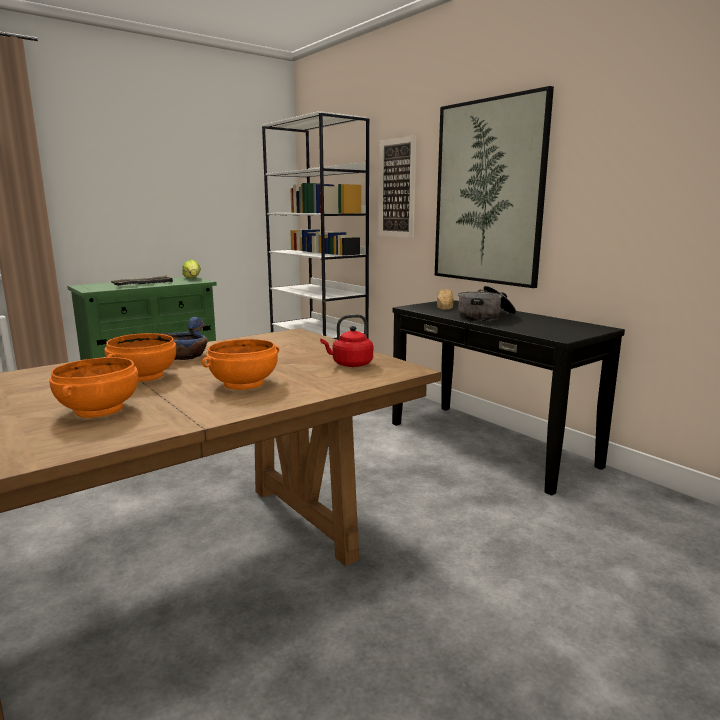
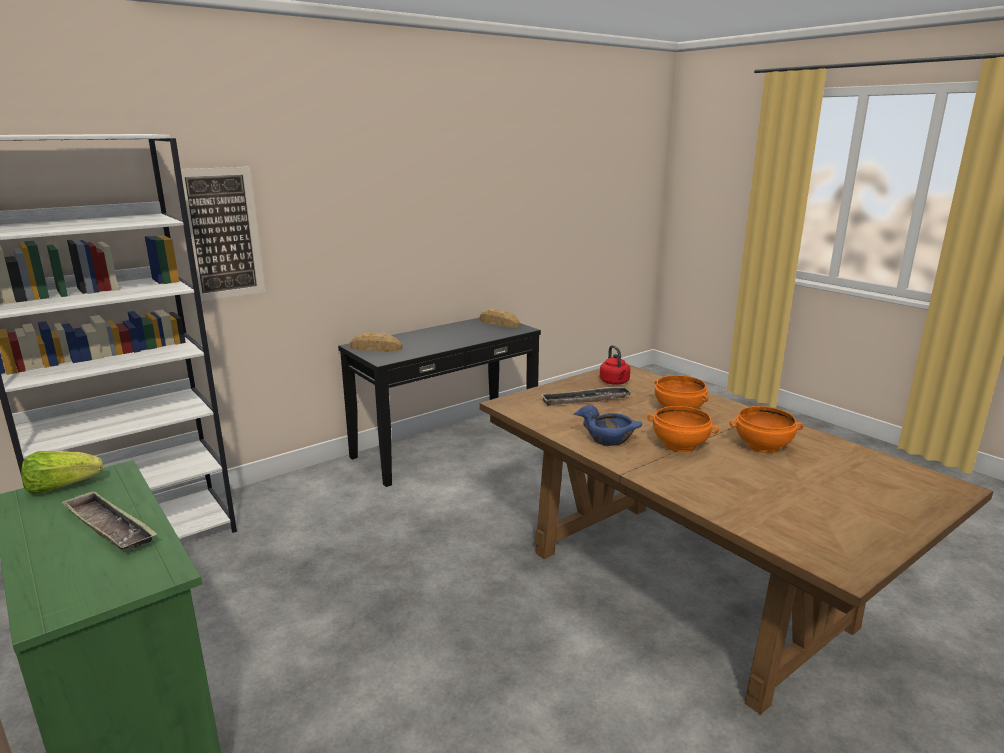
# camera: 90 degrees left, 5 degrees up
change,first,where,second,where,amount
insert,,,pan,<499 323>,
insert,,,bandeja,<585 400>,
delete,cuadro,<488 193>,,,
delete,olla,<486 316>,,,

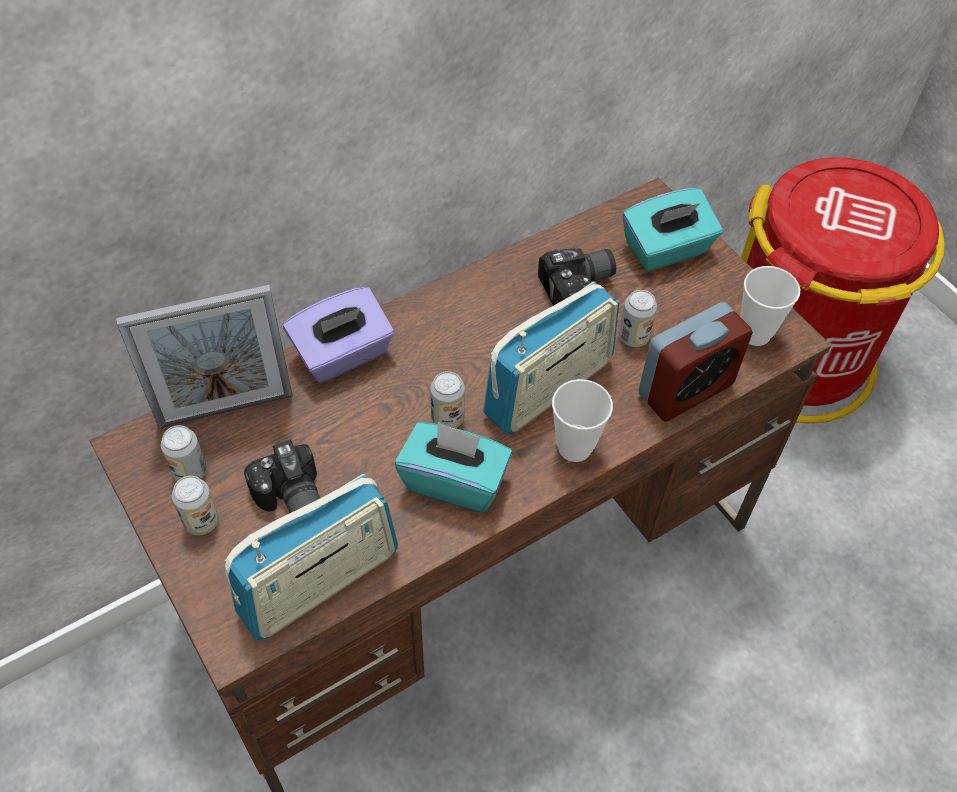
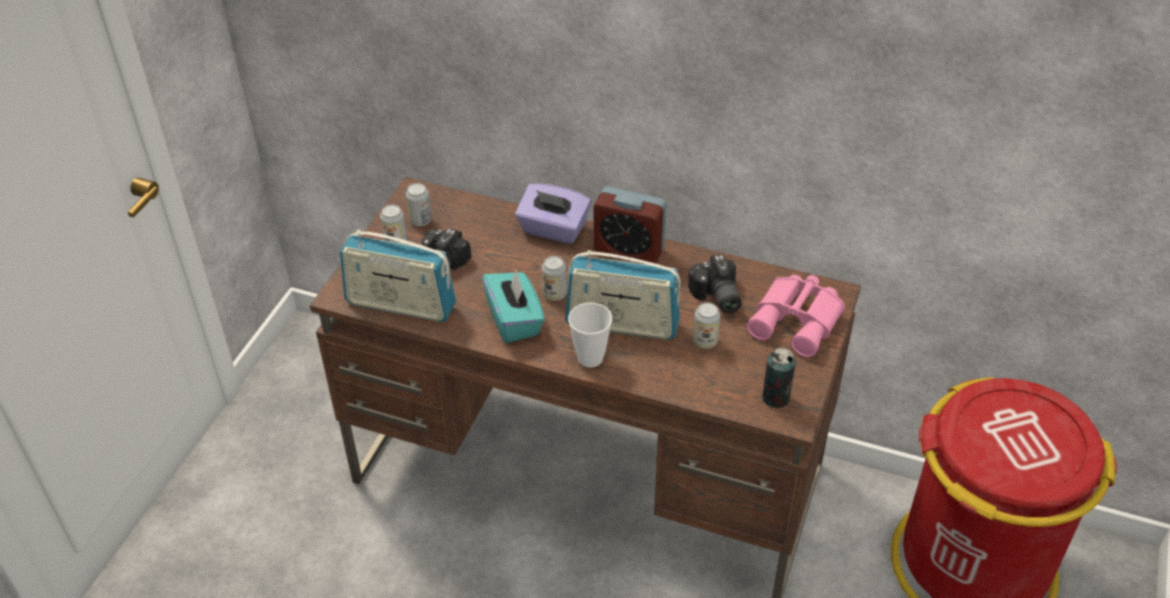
# camera: 55 degrees right, 10 degrees down
change,first,where,second,where,amount
move,despertador,<685 390>,,<628 251>,
rotate,cámara,<579 288>,,<716 297>,45 degrees clockwise
replace,caja de pañuelos [turquesa],<667 249>,prismáticos [rosa],<798 321>,
replace,taza,<755 333>,lata,<775 398>,
delete,portarretratos,<225 409>,,,

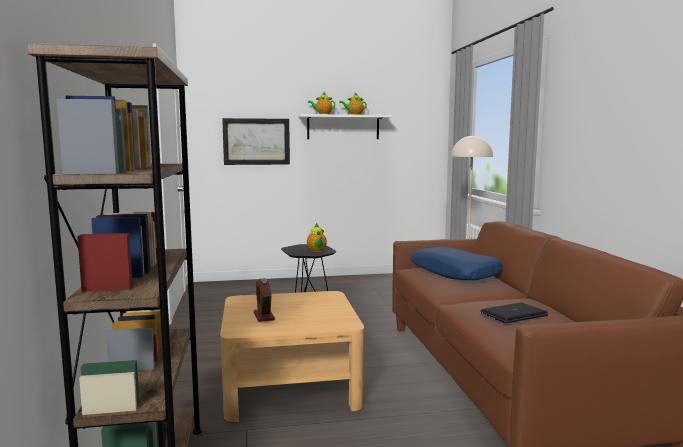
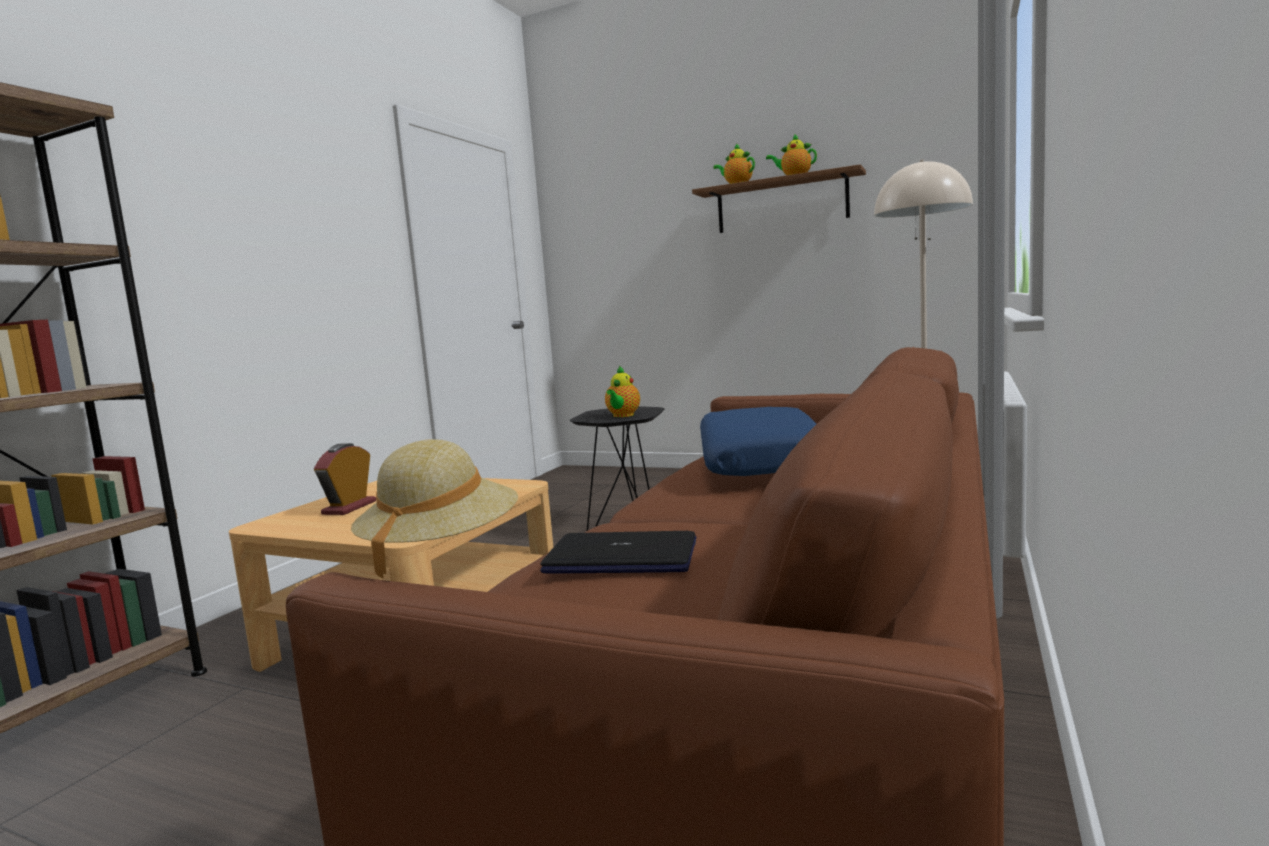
# camera: 35 degrees right, 0 degrees up
change,first,where,second,where,amount
insert,,,sombrero [beis],<441 549>,
recolor,estante [blanco],<343 127>,estante [marrón],<781 204>,
delete,cuadro,<256 141>,,,

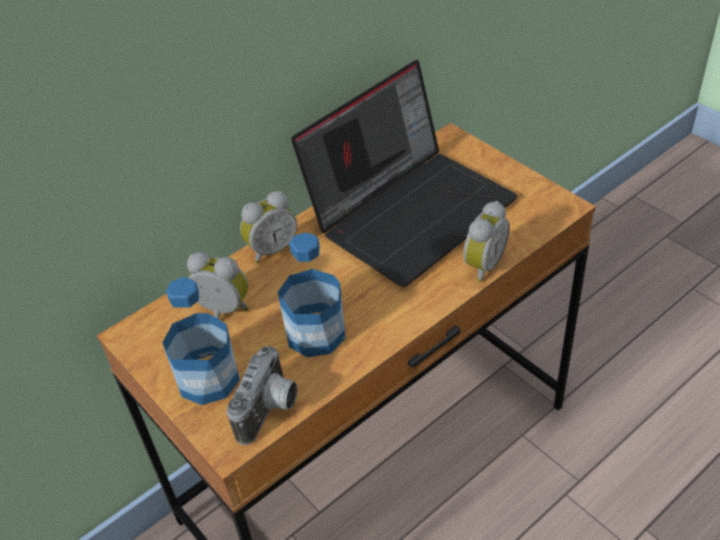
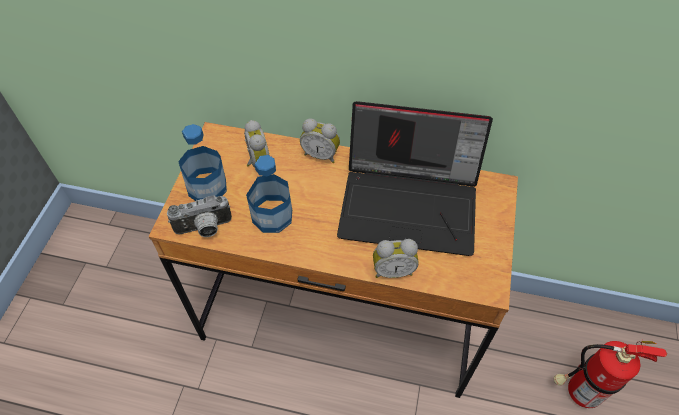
# camera: 50 degrees right, 10 degrees up
change,first,where,second,where,amount
insert,,,extintor,<578 392>,

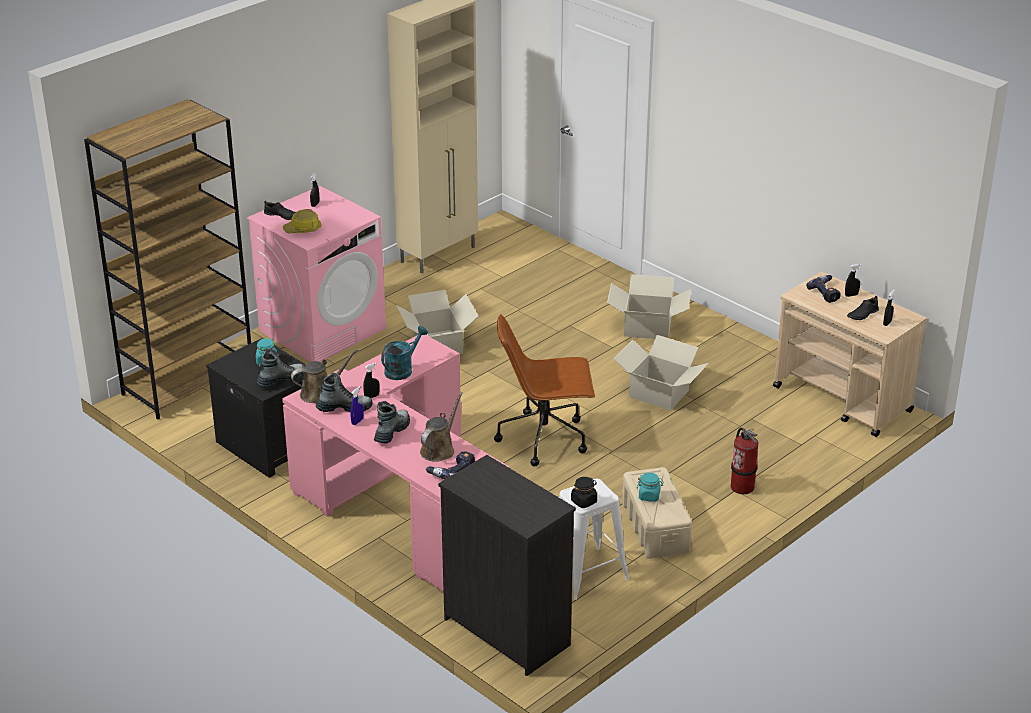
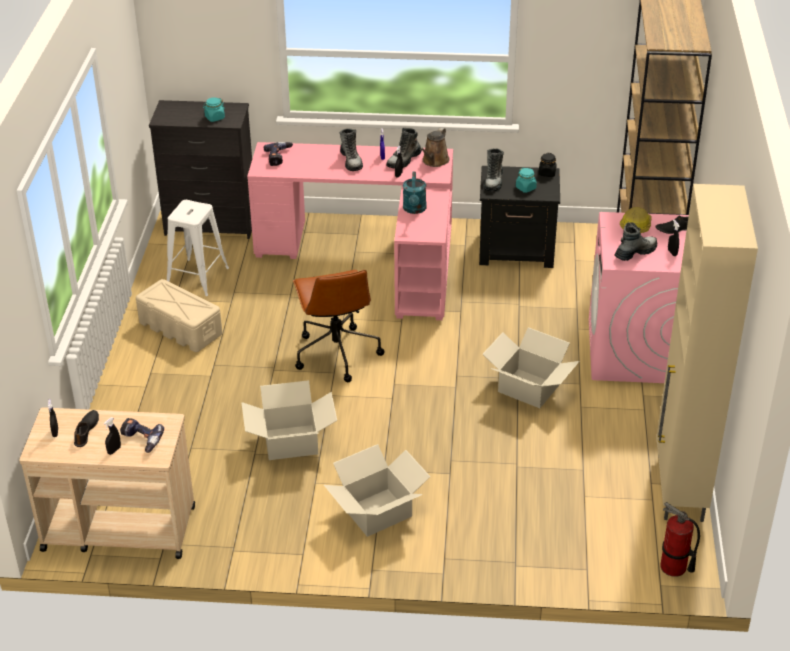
# camera: 140 degrees right, 5 degrees up
change,first,where,second,where,amount
move,tarro [turquesa],<649 496>,,<214 118>,
rotate,silla de oficina [marrón],<545 438>,,<336 353>,120 degrees clockwise
move,tarro [negro],<584 501>,,<547 173>,
insert,,,bota,<635 253>,
move,extintor,<742 487>,,<673 567>,
delete,regadera [marrón],<439 449>,,,

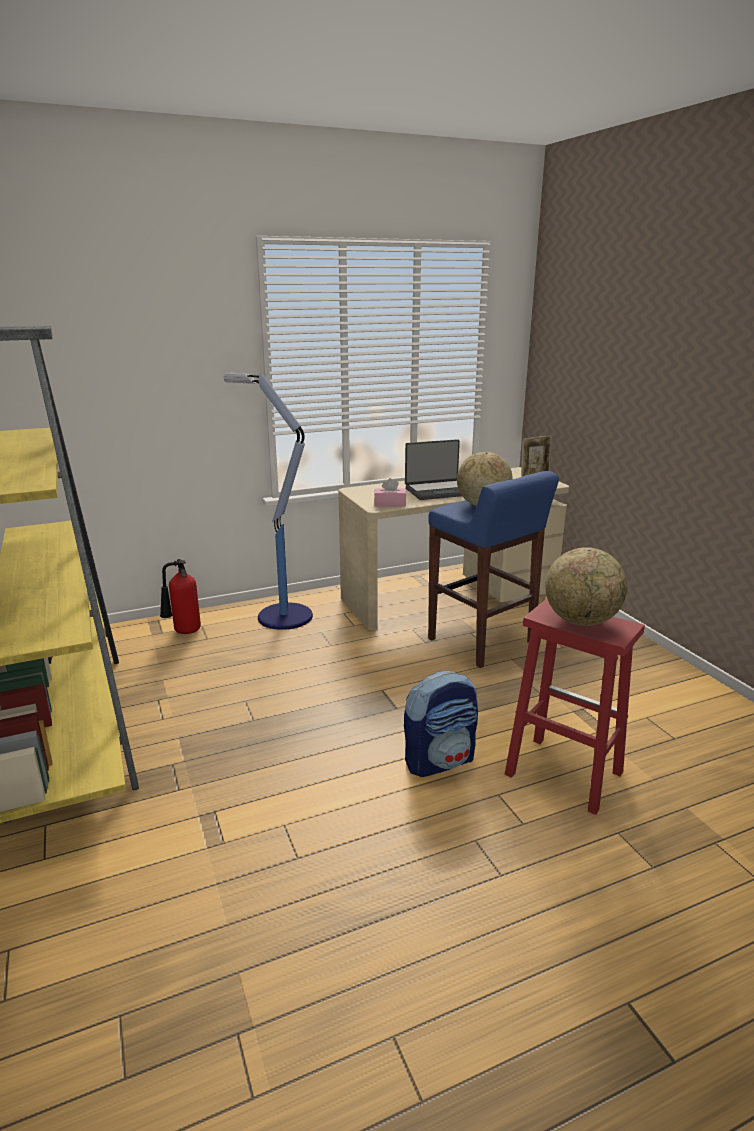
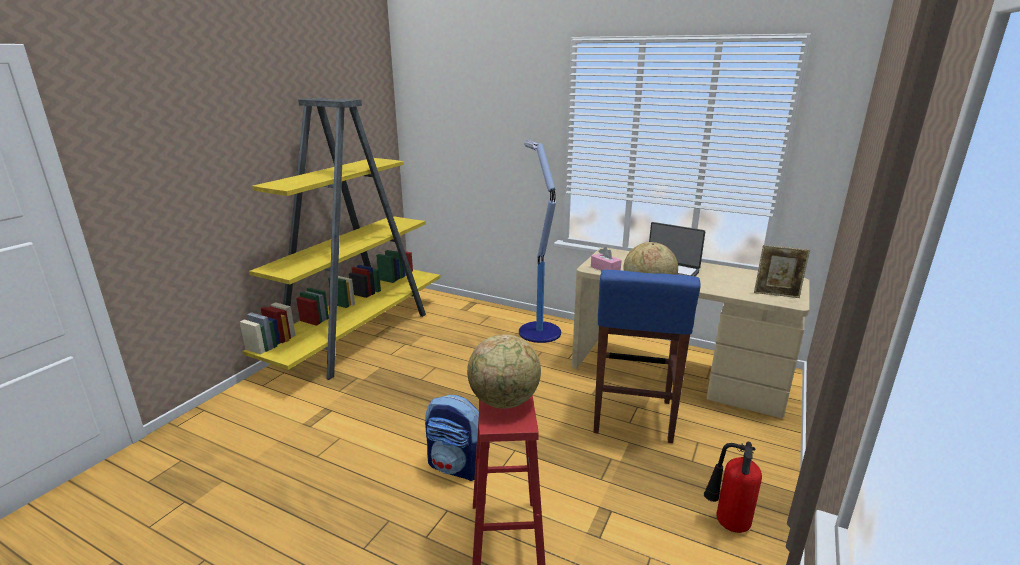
# camera: 50 degrees right, 0 degrees up
change,first,where,second,where,amount
move,extintor,<184 632>,,<727 523>,

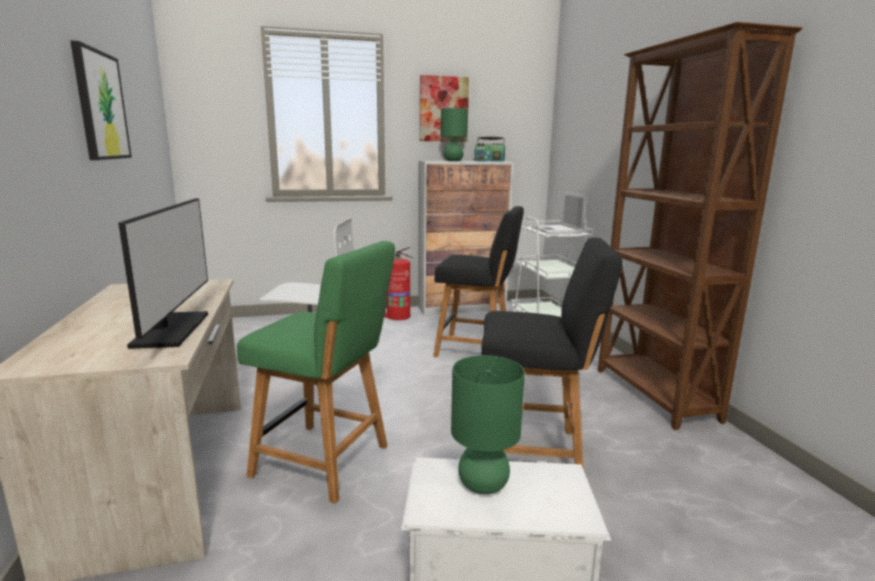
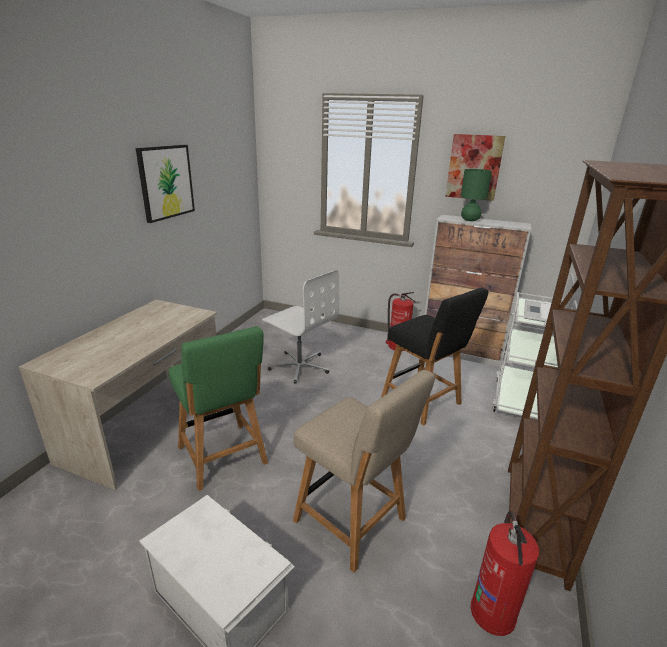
# camera: 35 degrees right, 10 degrees up
change,first,where,second,where,amount
recolor,silla [negro],<535 453>,silla [beis],<354 523>,
insert,,,extintor,<493 611>,
delete,monitor,<171 330>,,,
delete,lámpara de mesa [verde],<484 484>,,,
delete,radio,<489 161>,,,

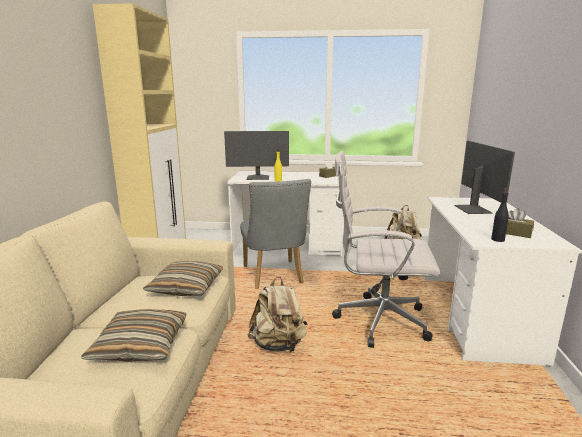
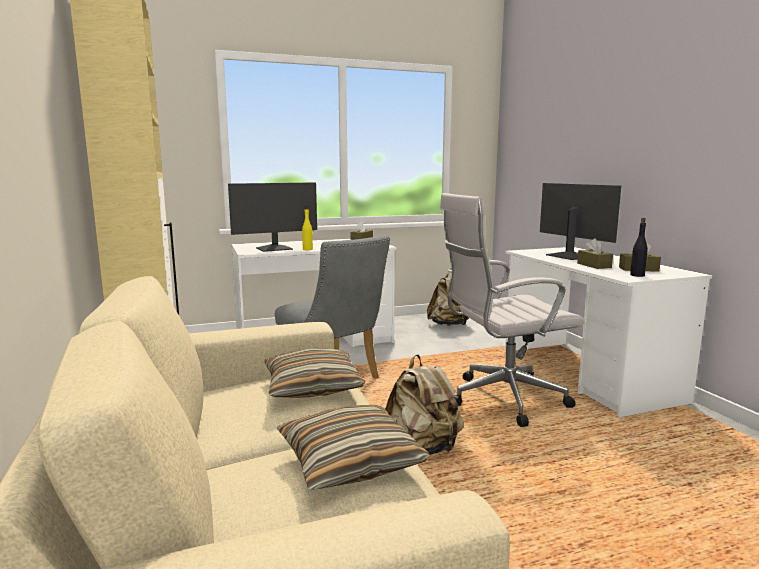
# camera: 25 degrees left, 5 degrees down
change,first,where,second,where,amount
insert,,,caja de pañuelos [marrón],<594 265>,

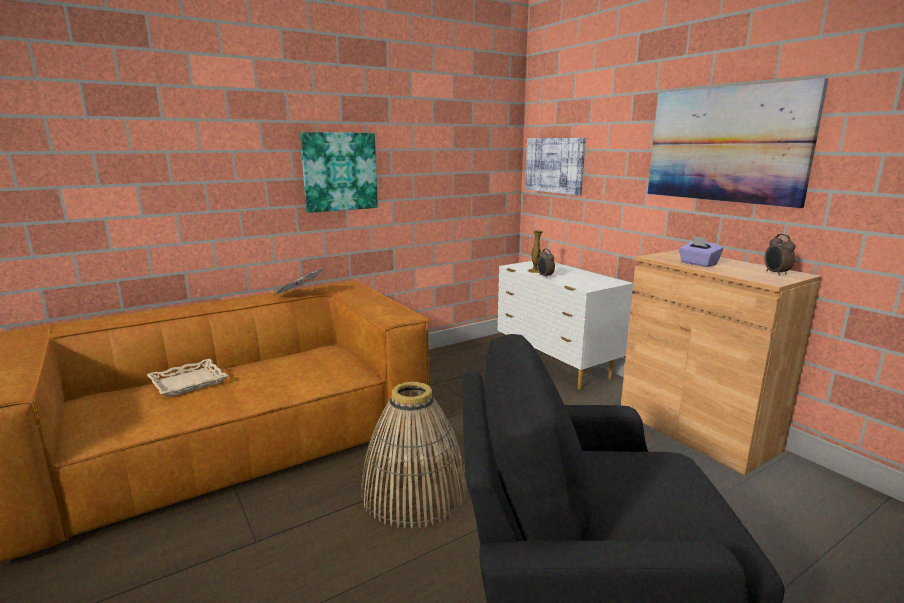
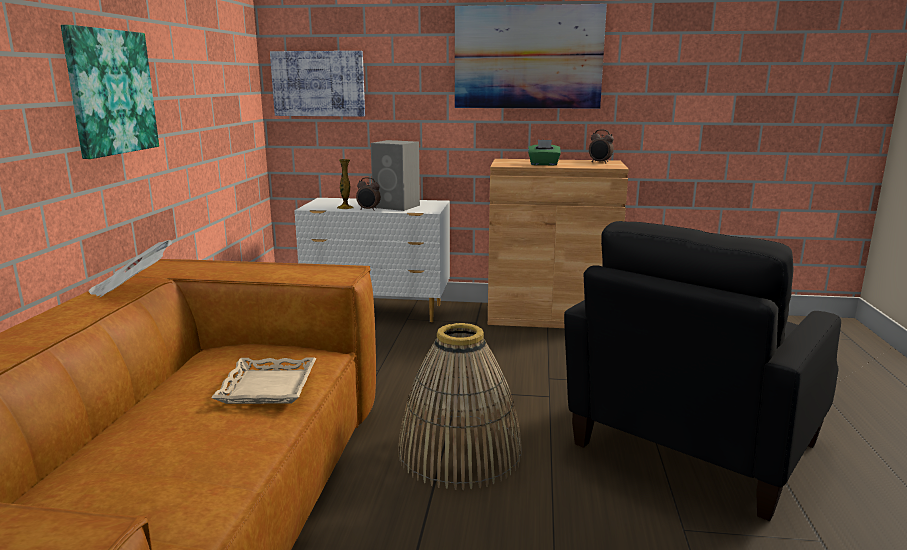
# camera: 50 degrees left, 0 degrees up
change,first,where,second,where,amount
move,bandeja [beis],<188 382>,,<269 387>,
insert,,,altavoz [gris],<397 206>,
recolor,caja de pañuelos [morado],<698 264>,caja de pañuelos [verde],<543 164>,

